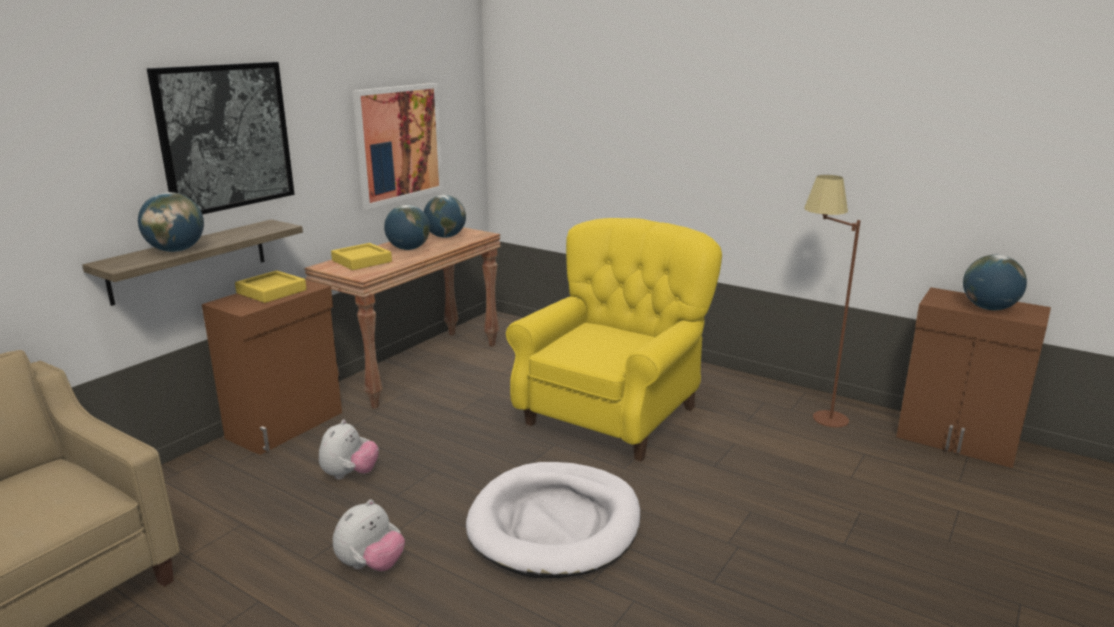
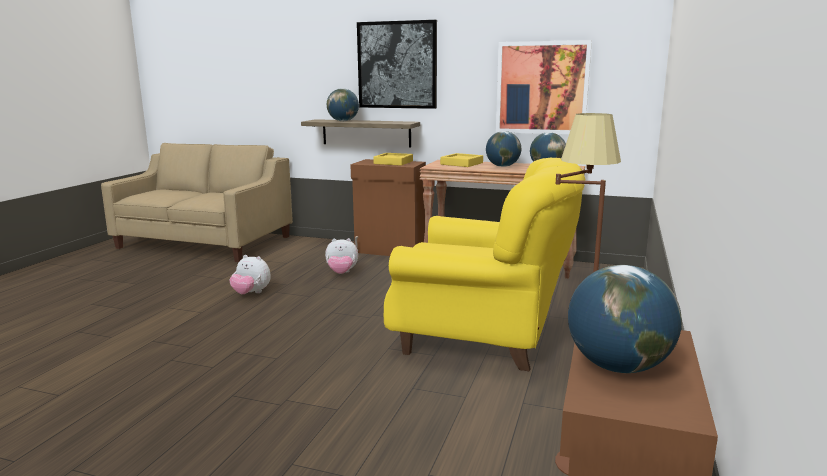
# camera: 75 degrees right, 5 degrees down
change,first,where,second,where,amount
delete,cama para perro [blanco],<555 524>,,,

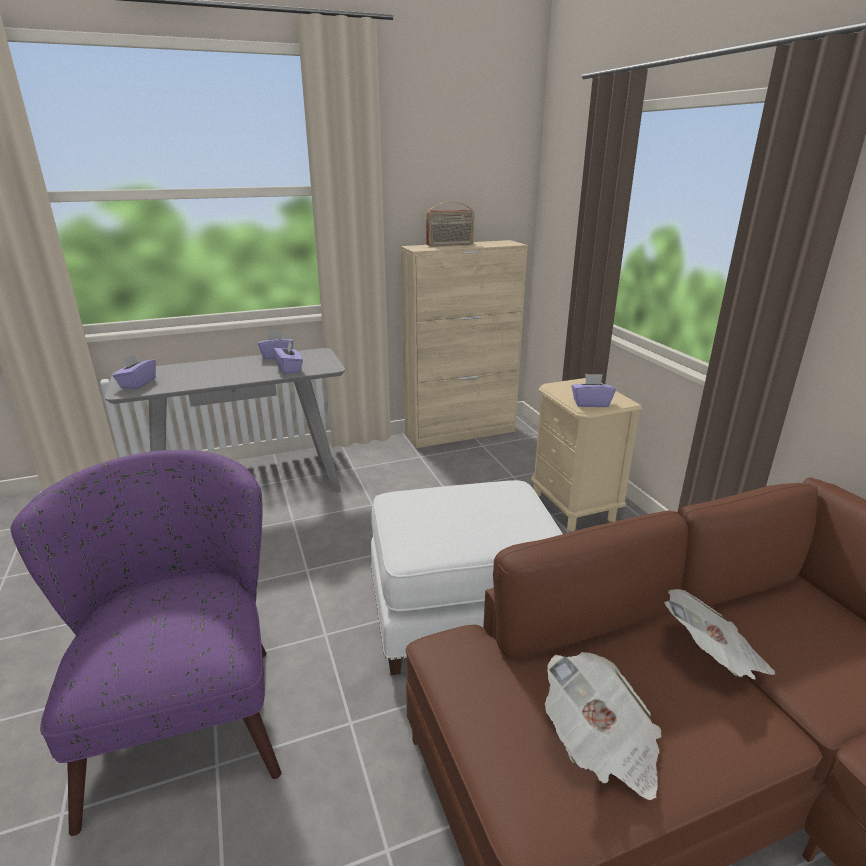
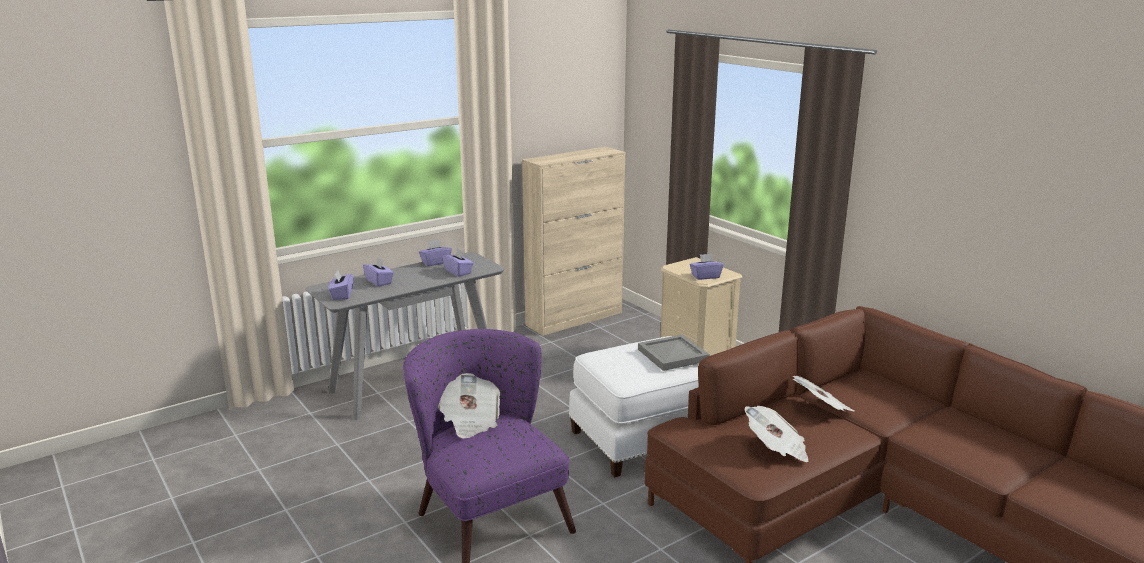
# camera: 15 degrees left, 5 degrees down
change,first,where,second,where,amount
insert,,,caja de pañuelos [morado],<379 282>,
insert,,,periódico,<470 421>,
insert,,,bandeja [gris],<672 355>,
delete,radio,<450 245>,,,

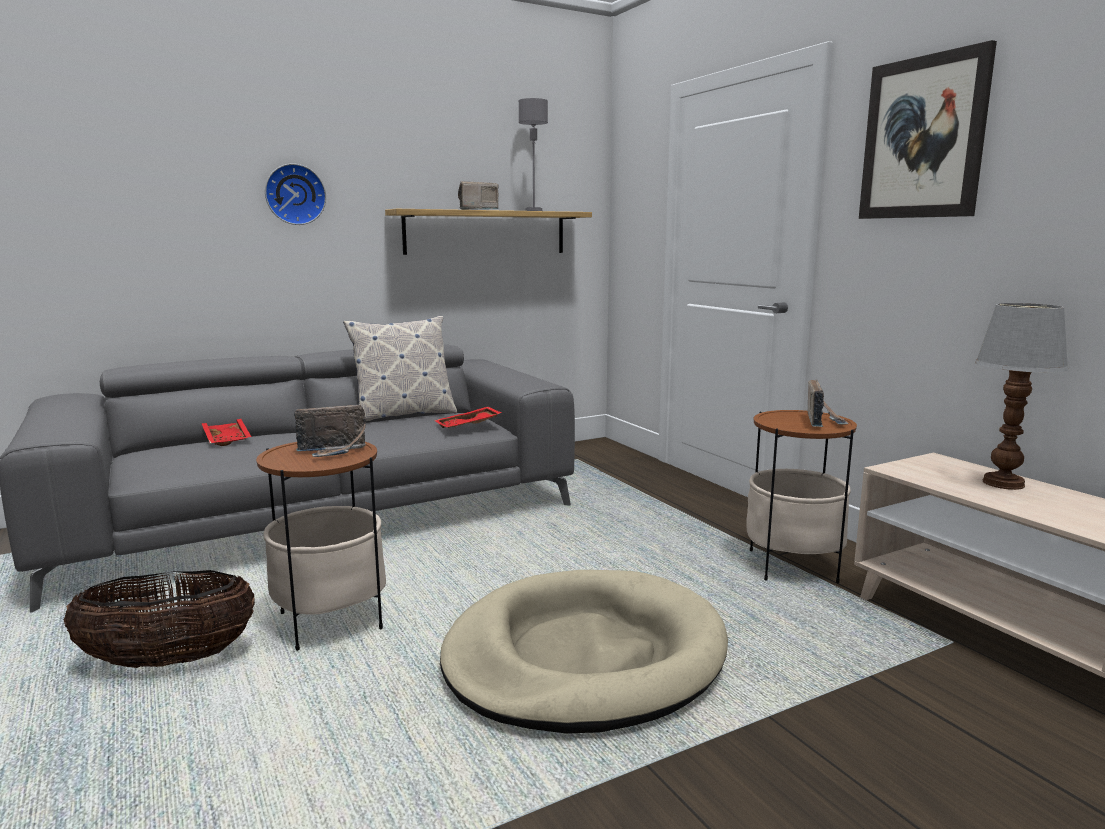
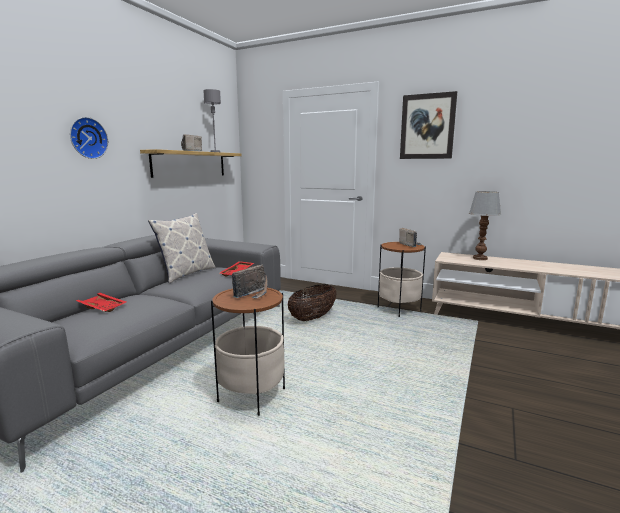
# camera: 35 degrees left, 0 degrees up
change,first,where,second,where,amount
move,cesta,<169 660>,,<312 318>,
delete,cama para perro [beis],<584 657>,,,

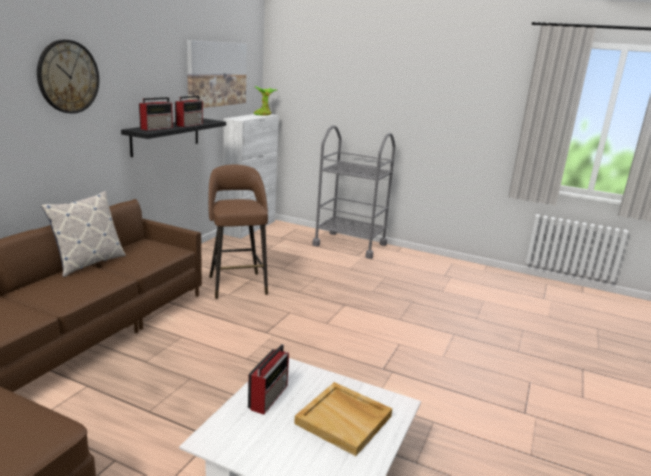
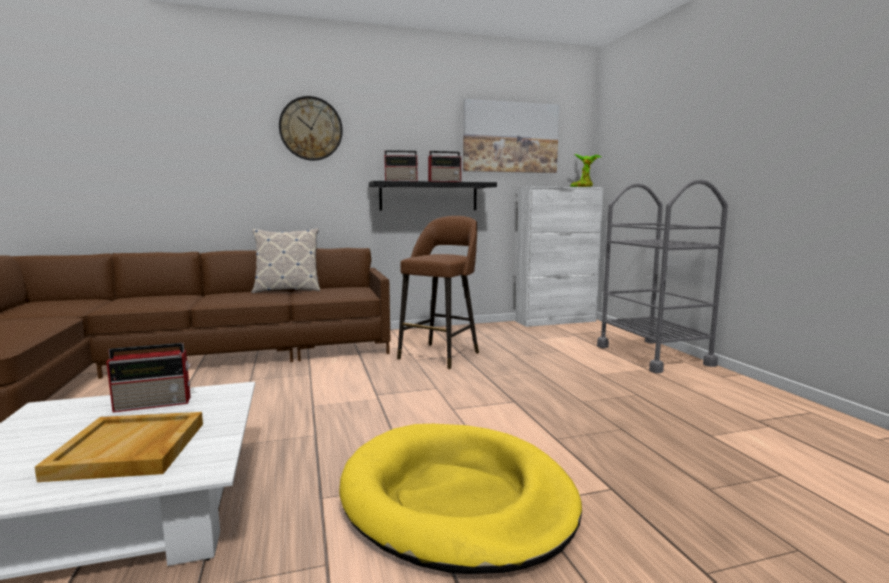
# camera: 50 degrees right, 10 degrees down
change,first,where,second,where,amount
insert,,,cama para perro [amarillo],<457 499>,

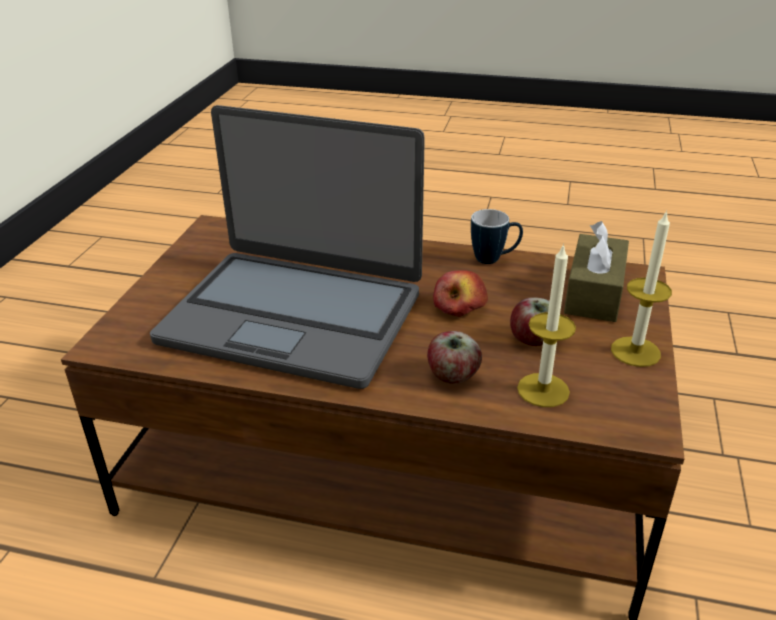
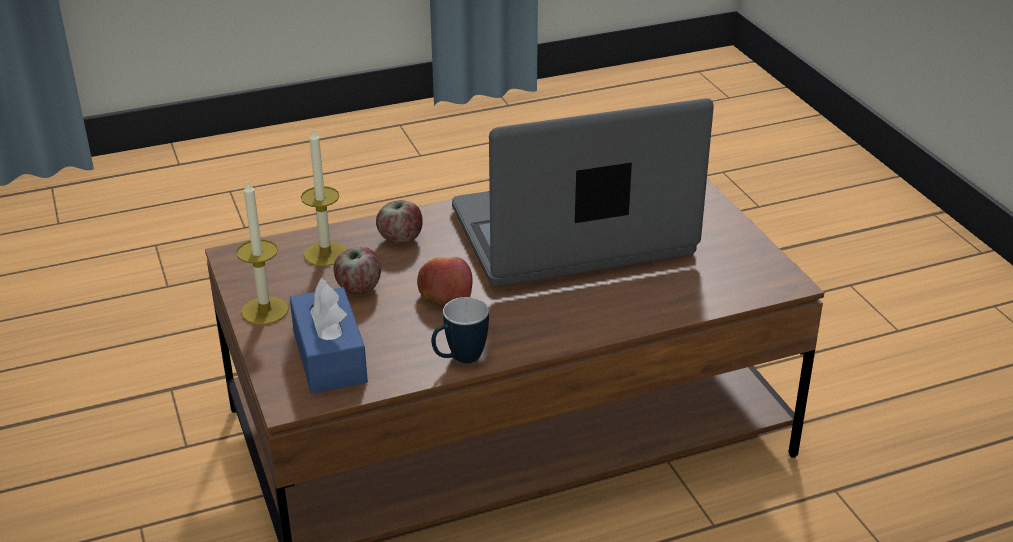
# camera: 145 degrees right, 0 degrees up
change,first,where,second,where,amount
recolor,caja de pañuelos [marrón],<594 293>,caja de pañuelos [azul],<329 357>,

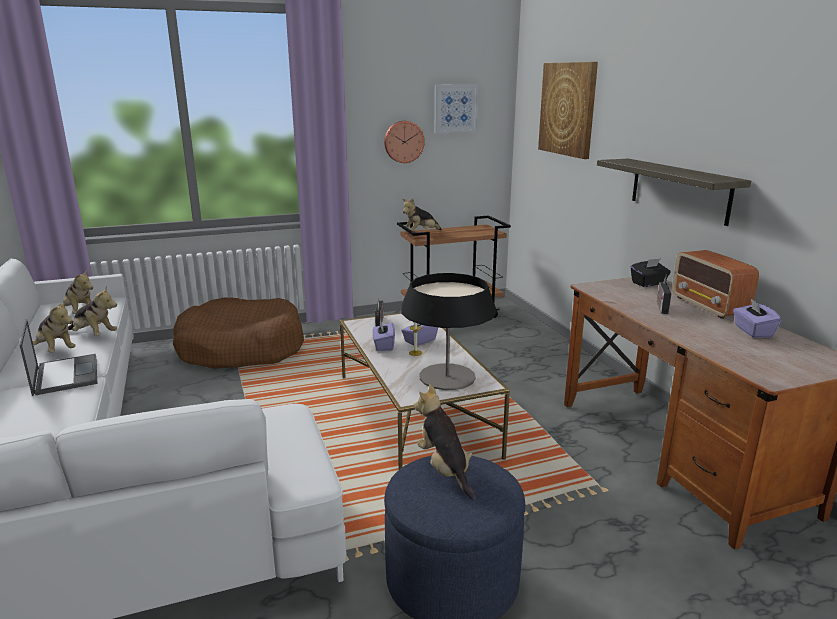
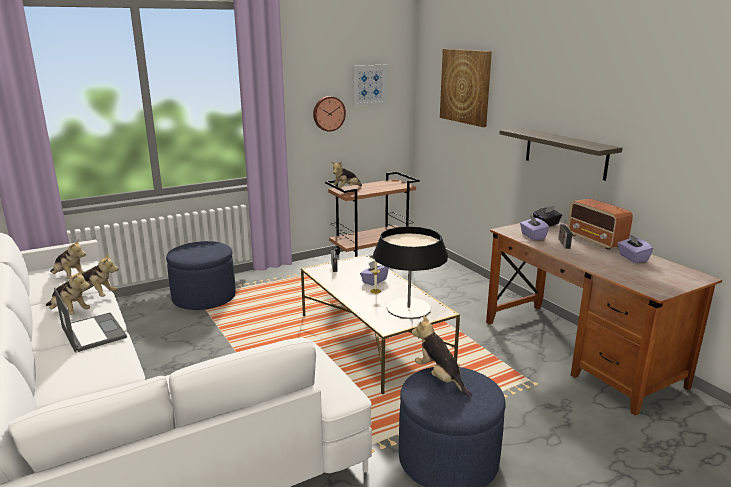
# camera: 10 degrees left, 0 degrees up
change,first,where,second,where,amount
replace,cama para perro [marrón],<241 348>,puf [azul],<204 298>,
move,caja de pañuelos [morado],<383 345>,,<532 236>,

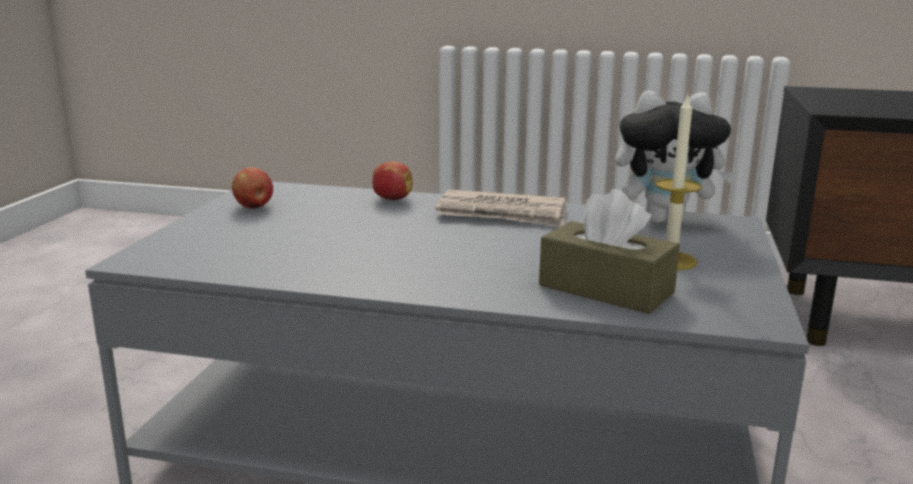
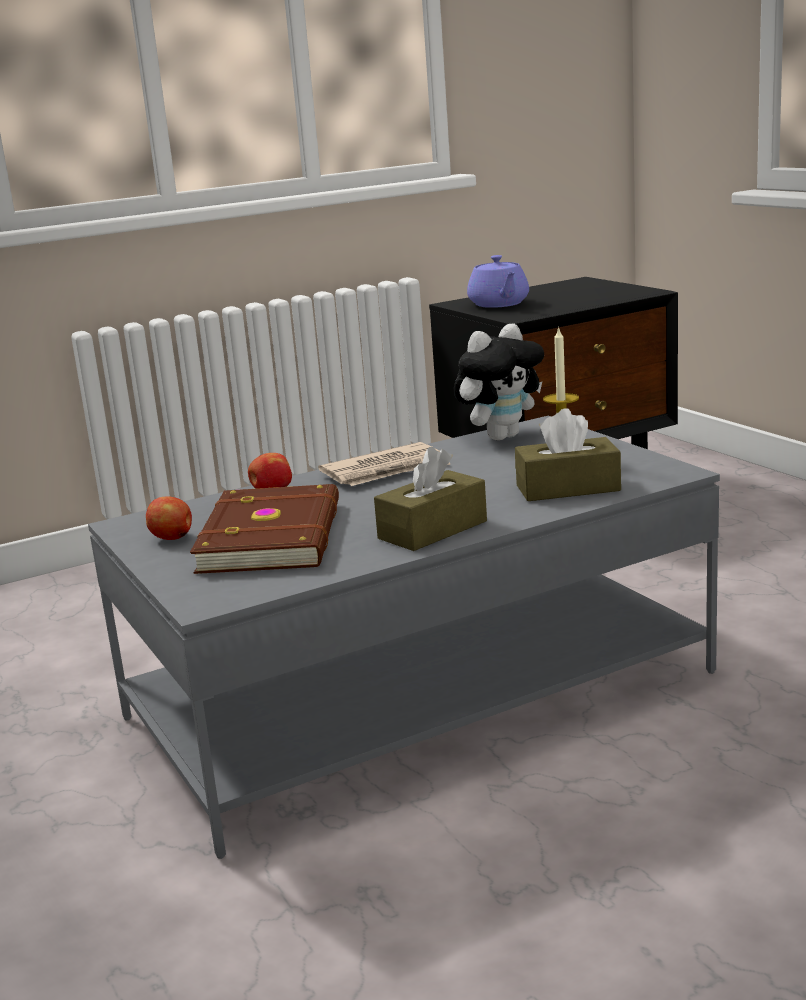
# camera: 40 degrees left, 0 degrees up
change,first,where,second,where,amount
insert,,,libro [marrón],<275 536>,
insert,,,caja de pañuelos [marrón],<432 530>,
insert,,,tetera [morado],<499 304>,

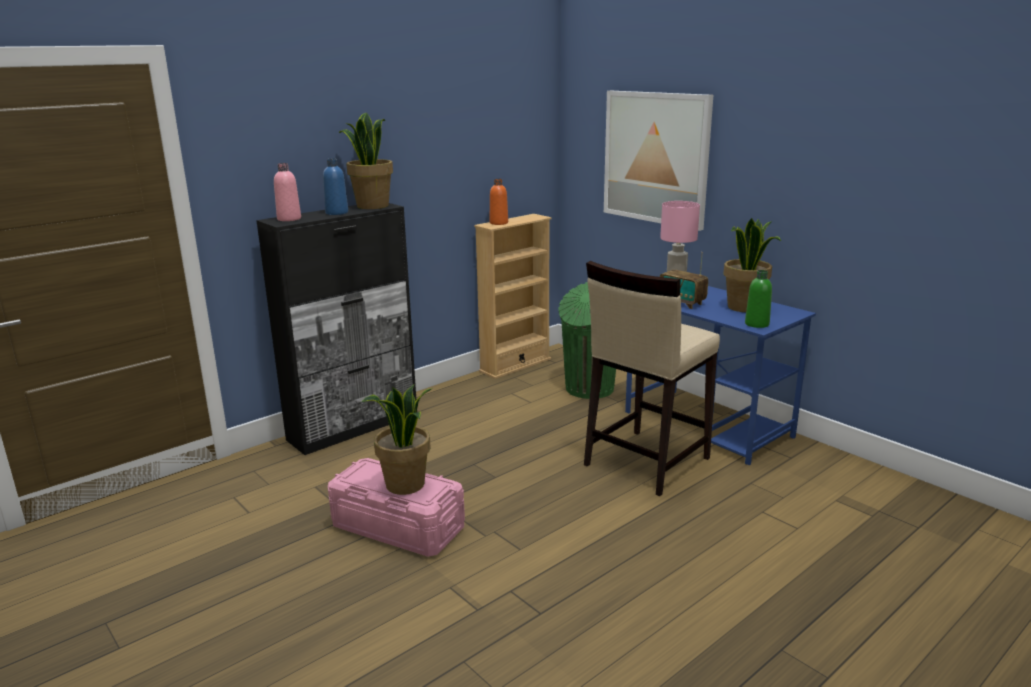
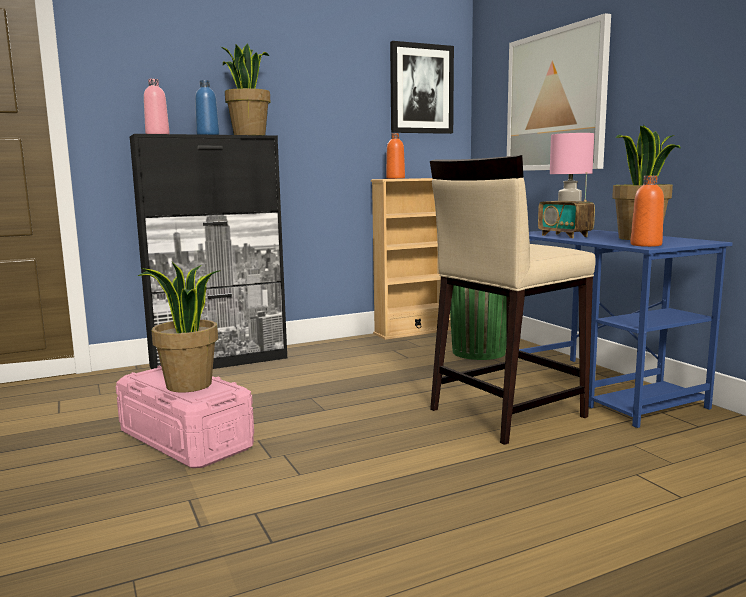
# camera: 15 degrees right, 10 degrees down
change,first,where,second,where,amount
insert,,,cuadro,<421 89>,
recolor,botella [verde],<757 324>,botella [naranja],<646 245>,

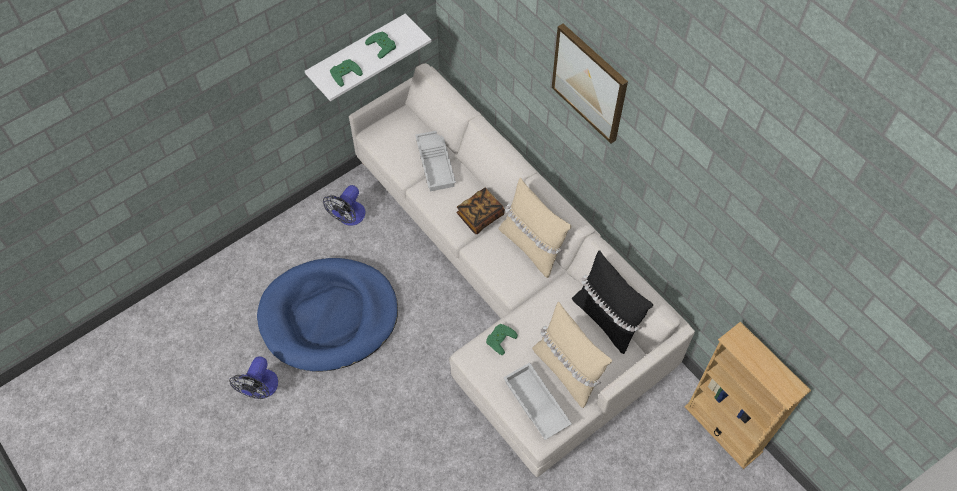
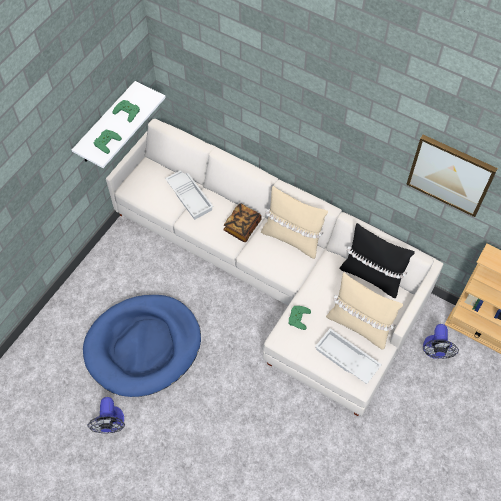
# camera: 20 degrees left, 0 degrees up
change,first,where,second,where,amount
move,cuadro,<590 83>,,<450 174>,
move,ventilador,<349 218>,,<435 351>,

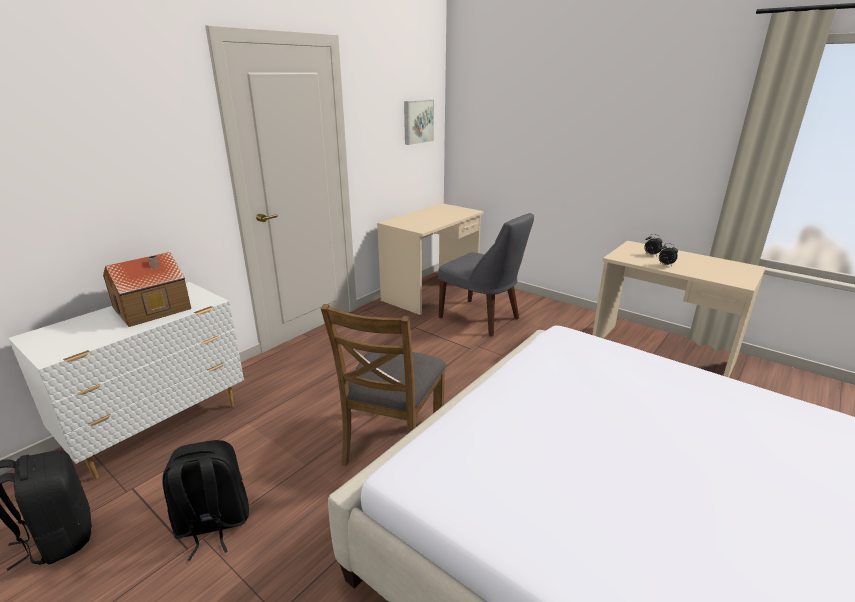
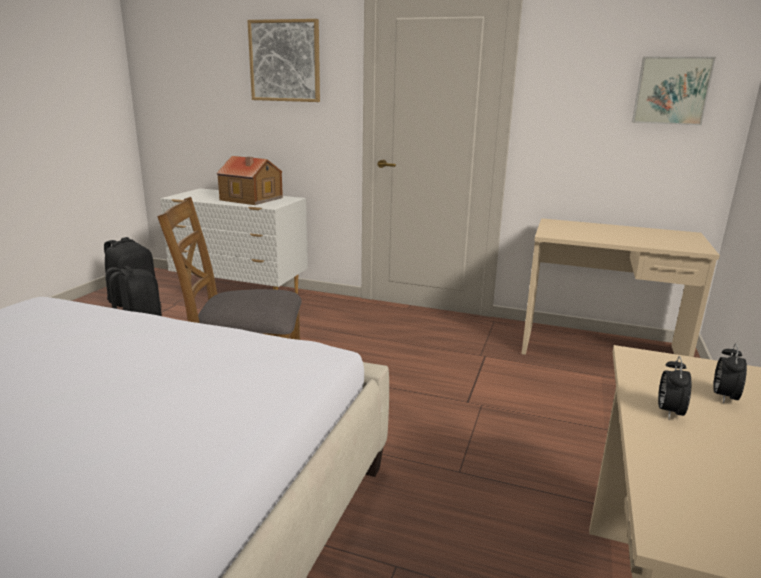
# camera: 70 degrees right, 5 degrees down
change,first,where,second,where,amount
insert,,,cuadro,<285 61>,
delete,silla [gris],<482 319>,,,

